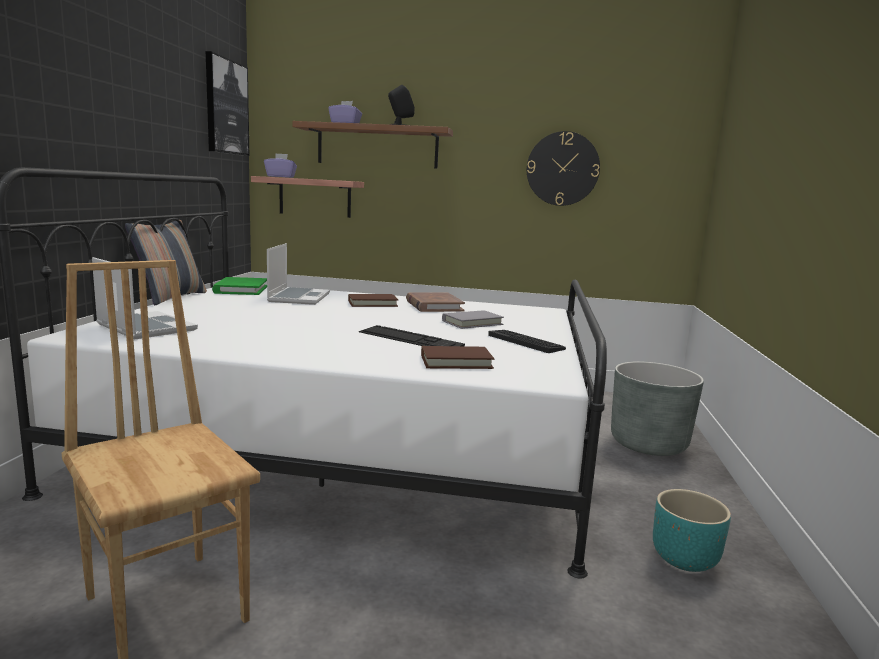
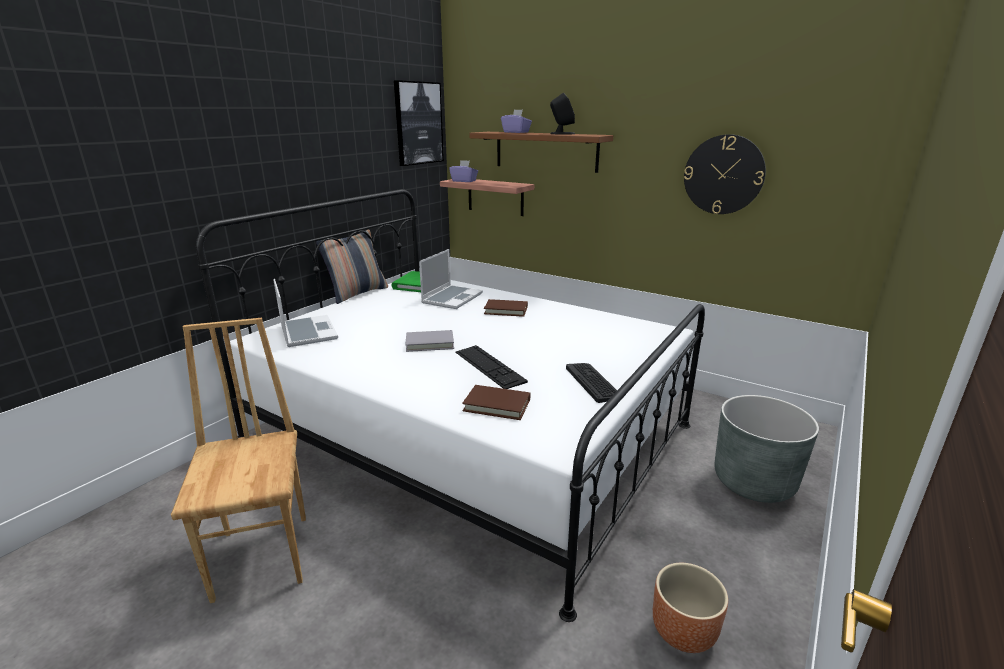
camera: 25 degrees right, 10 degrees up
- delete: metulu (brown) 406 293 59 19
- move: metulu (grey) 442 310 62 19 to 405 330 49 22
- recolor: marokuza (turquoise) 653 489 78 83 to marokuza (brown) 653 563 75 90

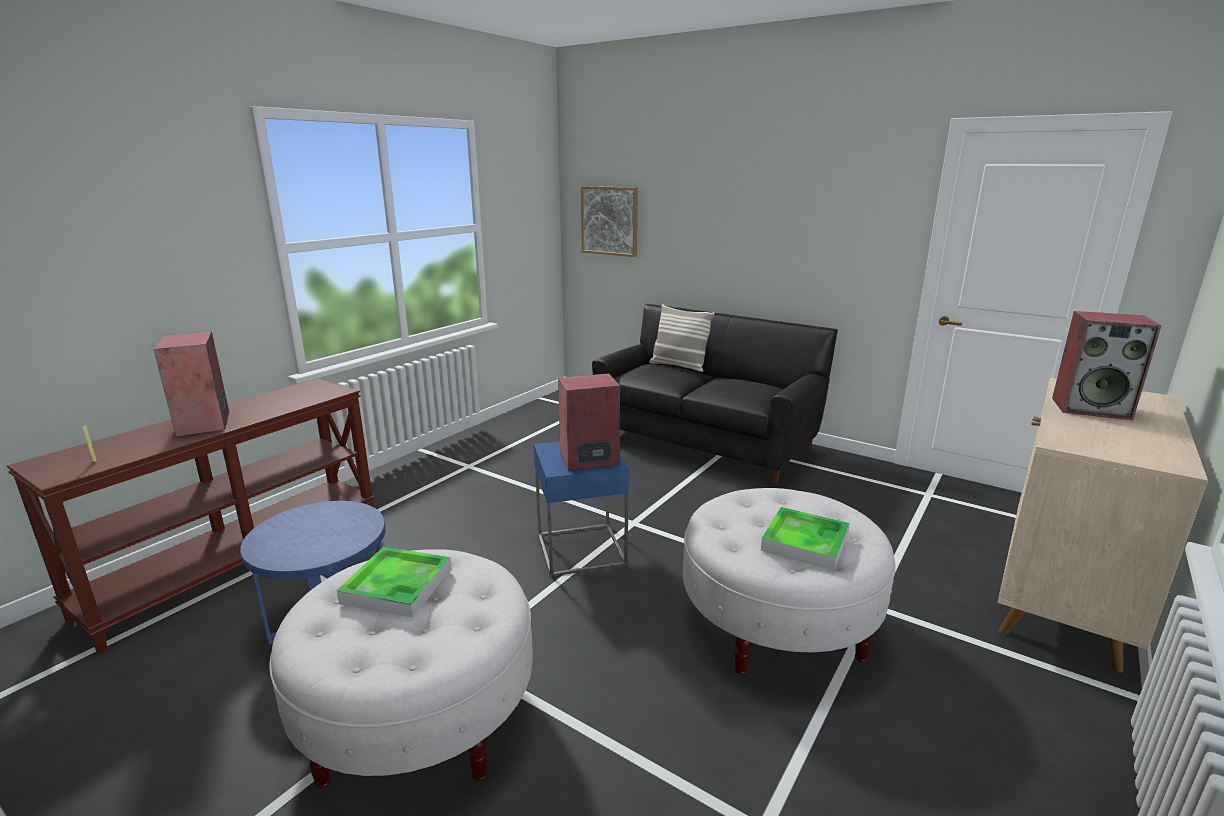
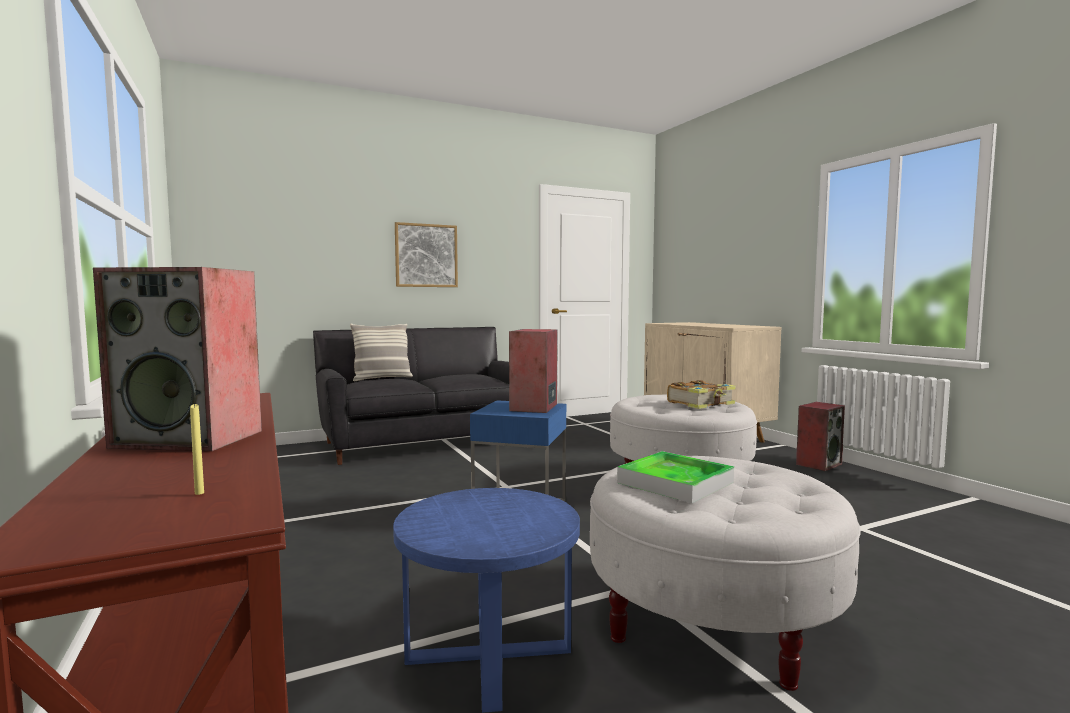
camera: 60 degrees left, 15 degrees down
- move: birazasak 581 186 57 71 to 395 222 63 65
- replace: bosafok 761 507 89 63 to metulu 667 380 69 29
- move: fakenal 1052 311 110 109 to 796 402 49 69

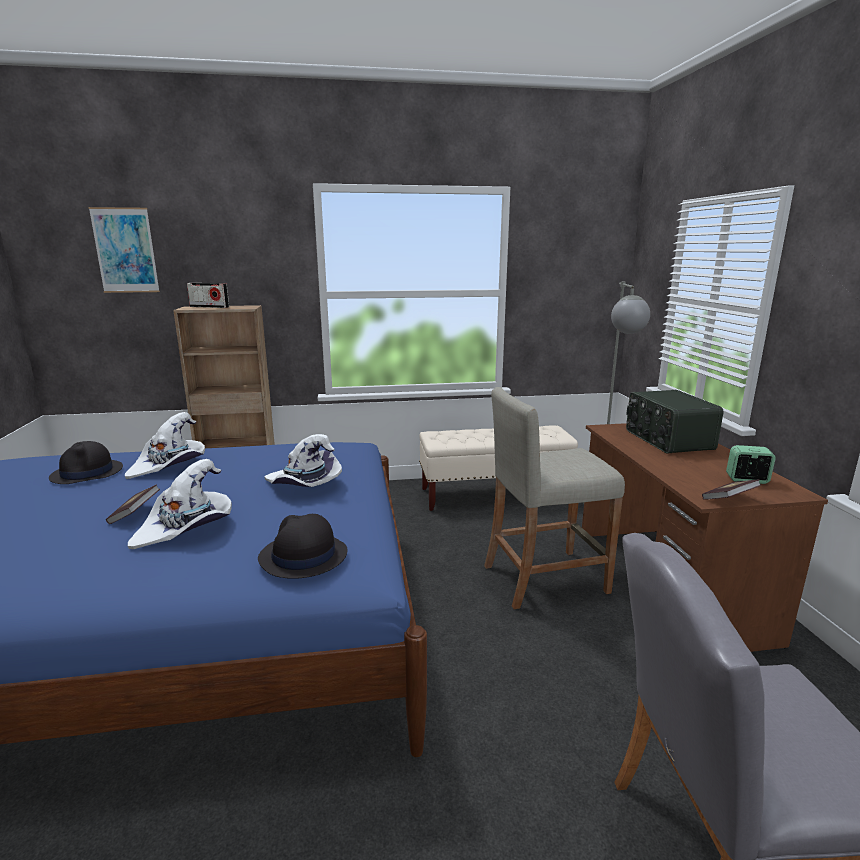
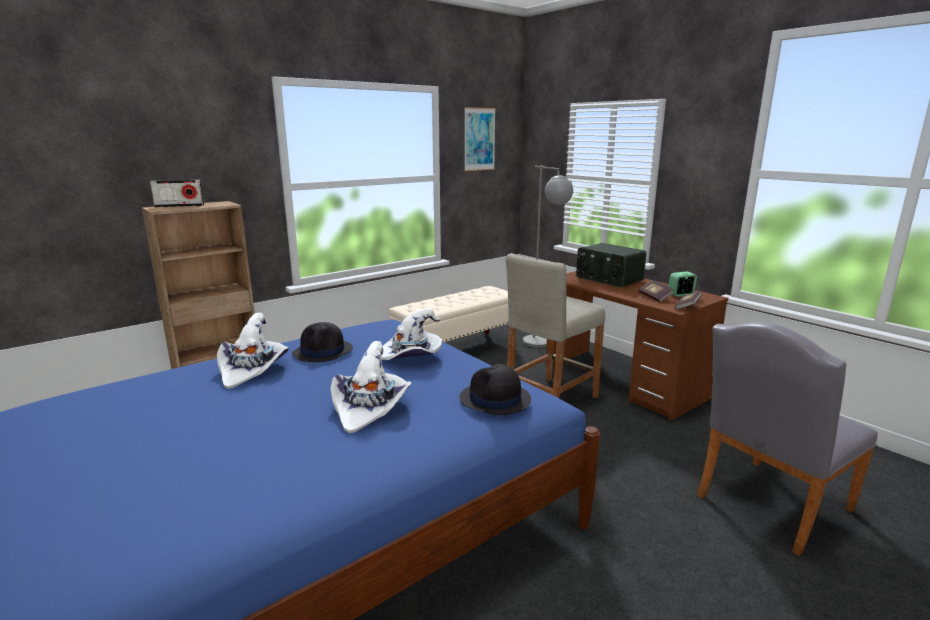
camera: 30 degrees left, 0 degrees up
- move: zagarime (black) 49 441 74 43 to 292 322 61 40
- move: birazasak 89 207 71 86 to 464 107 32 64
- move: metulu 106 484 54 40 to 639 280 35 22

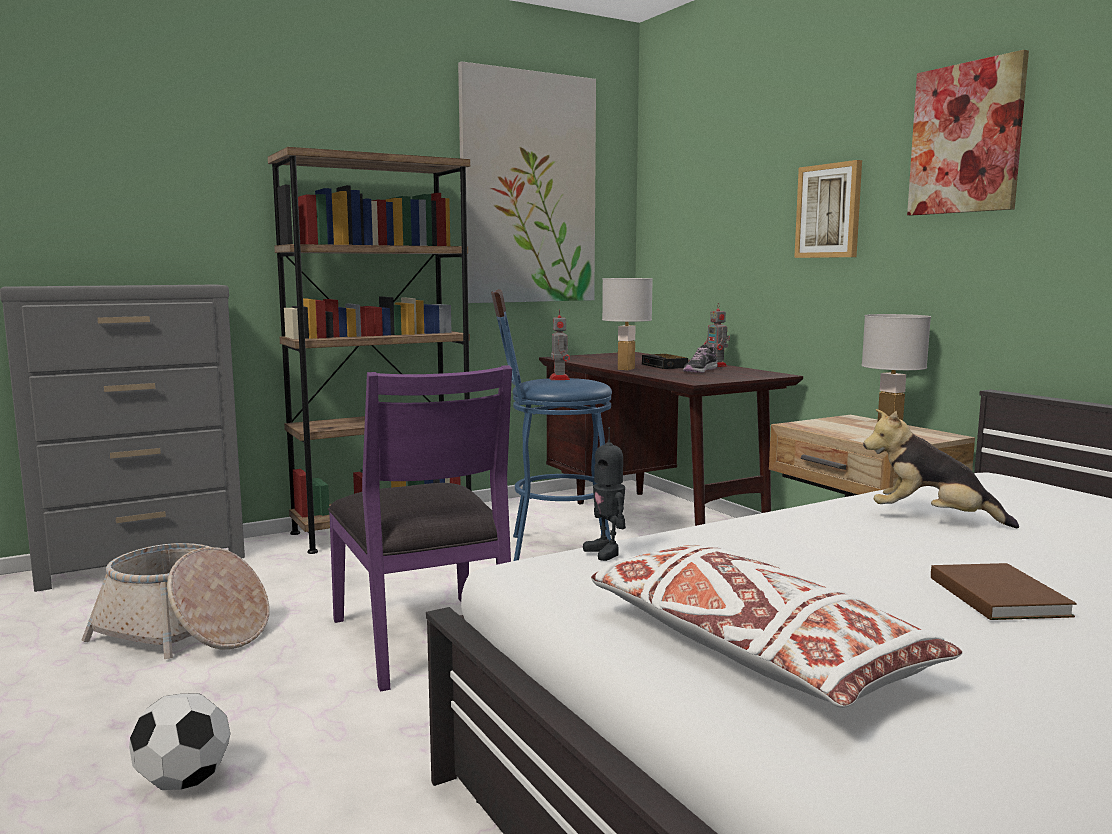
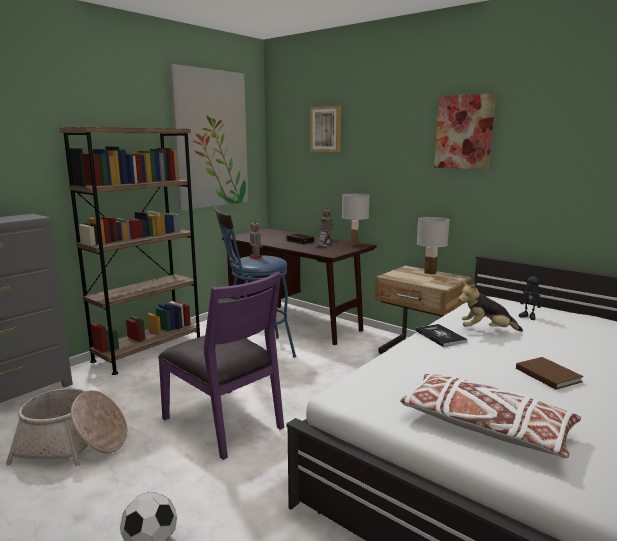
camera: 20 degrees left, 5 degrees up
- move: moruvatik 583 427 43 134 to 519 270 22 50
- move: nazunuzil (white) 602 278 51 92 to 342 194 28 51
- move: birazasak 794 160 68 98 to 310 106 31 46
- insert: metulu 415 324 53 23

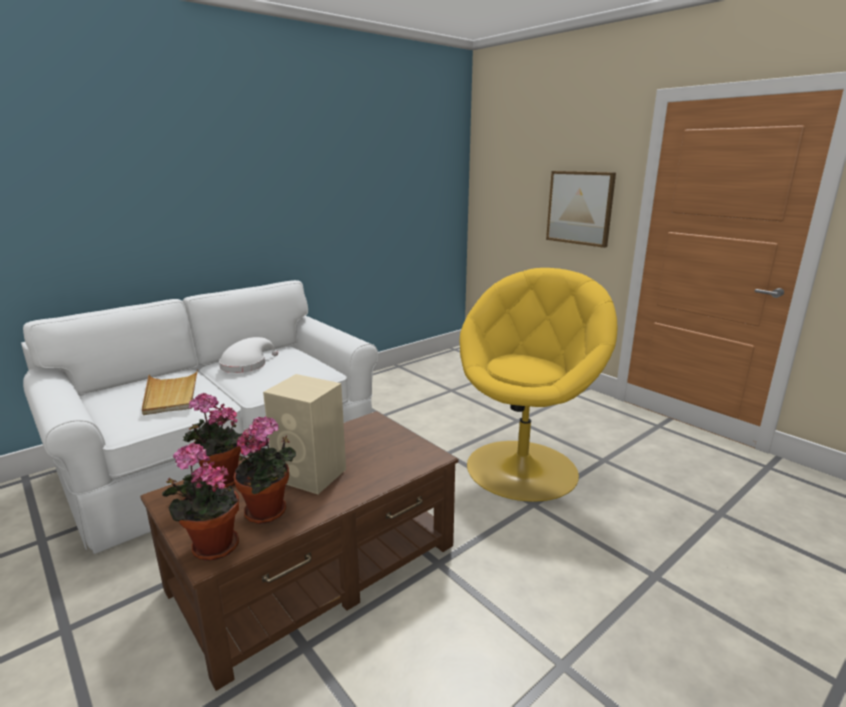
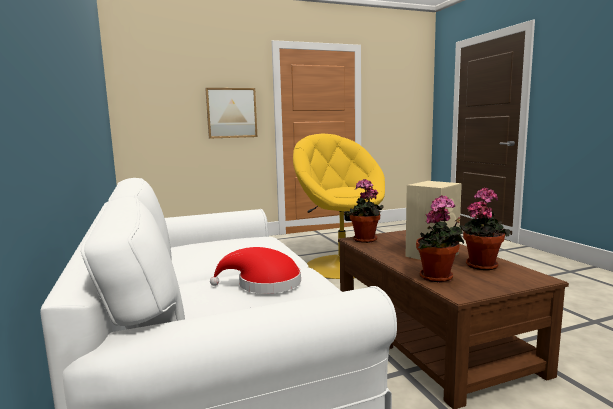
camera: 70 degrees left, 10 degrees down
- replace: bosafok (beige) 142 369 56 46 to zagarime (red) 210 247 91 46
- move: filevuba 162 443 77 118 to 345 179 39 64
- delete: zagarime (white) 219 337 59 36

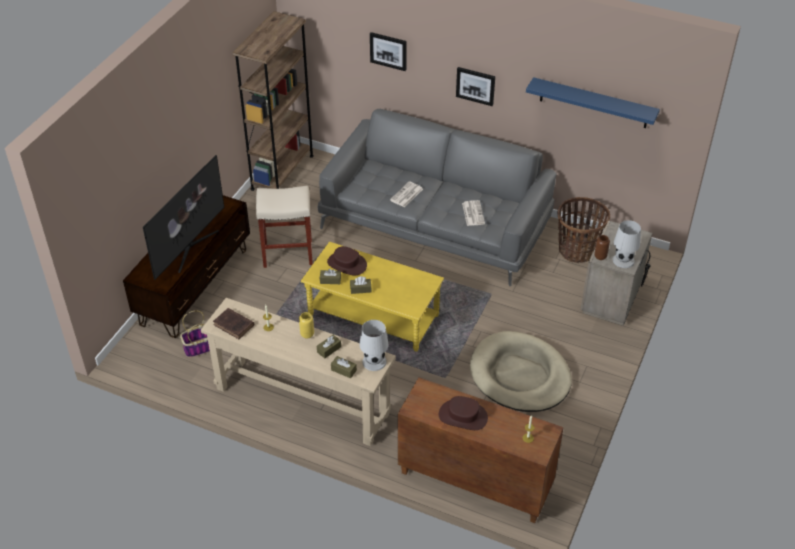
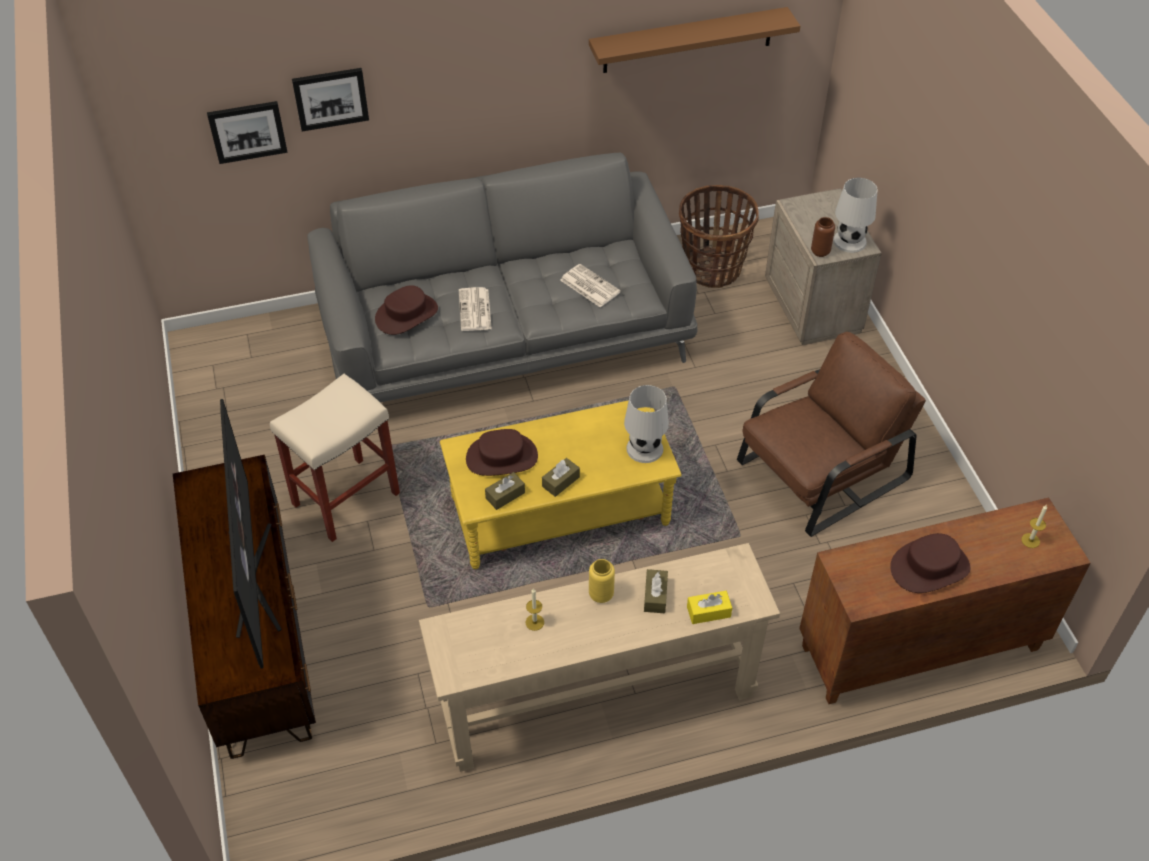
camera: 40 degrees left, 5 degrees up
- delete: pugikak 180 310 30 48
- delete: metulu (brown) 213 308 41 31
- delete: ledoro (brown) 233 11 81 180
- recolor: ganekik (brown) 331 356 26 22 to ganekik (yellow) 687 591 45 33
- move: nazunuzil (white) 360 320 28 51 to 624 385 45 78
- move: birazasak 456 67 39 39 to 207 101 81 63
- replace: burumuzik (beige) 470 331 102 81 to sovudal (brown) 737 332 189 205
- recolor: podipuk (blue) 526 77 134 51 to podipuk (brown) 589 7 211 66
- insert: zagarime (brown) 375 285 63 50

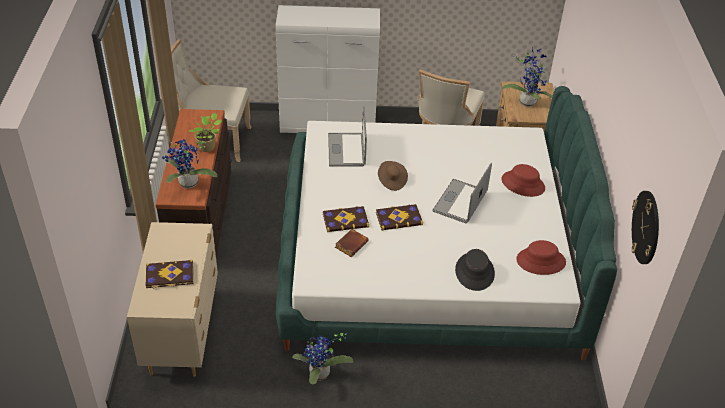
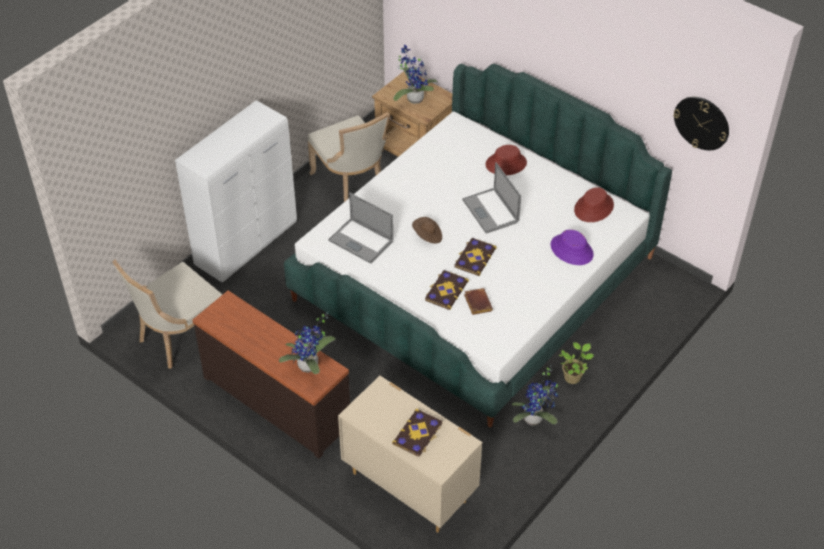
camera: 50 degrees left, 5 degrees up
- move: filevuba 189 112 33 40 to 559 342 35 42
- recolor: zagarime (black) 455 249 40 42 to zagarime (purple) 551 230 43 35

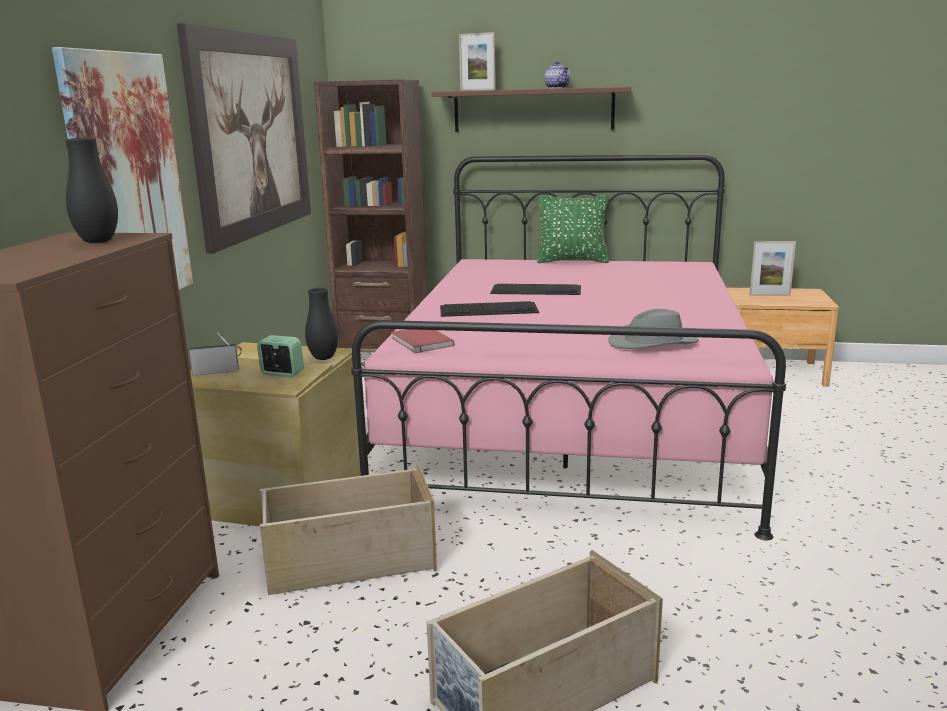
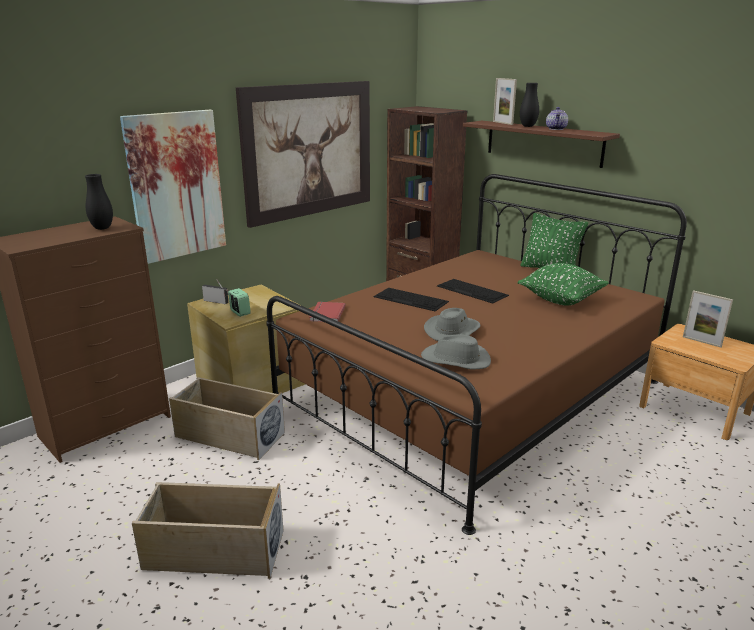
camera: 35 degrees right, 5 degrees up
- move: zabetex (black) 305 288 33 72 to 520 83 19 44
- recolor: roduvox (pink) 351 154 435 387 to roduvox (brown) 266 174 421 361
- insert: zagarime (grey) 424 308 56 33
- insert: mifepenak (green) 518 263 91 43

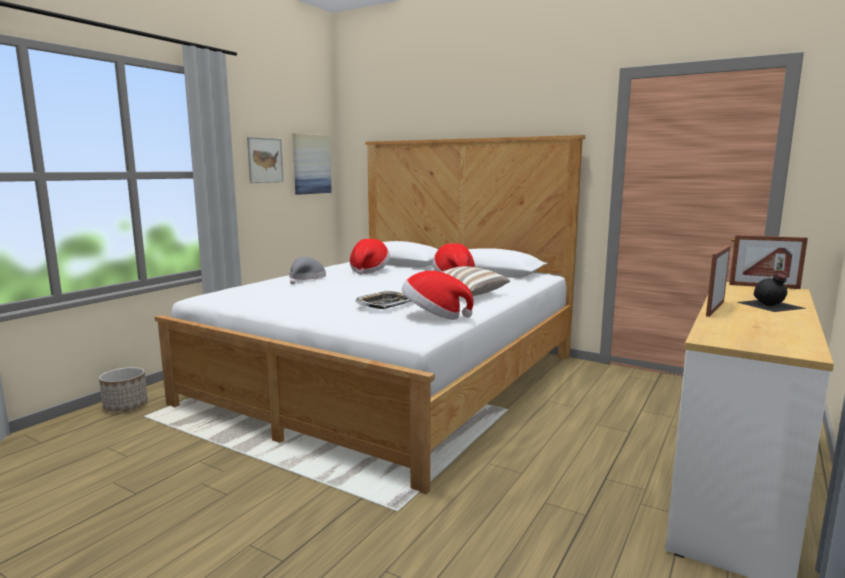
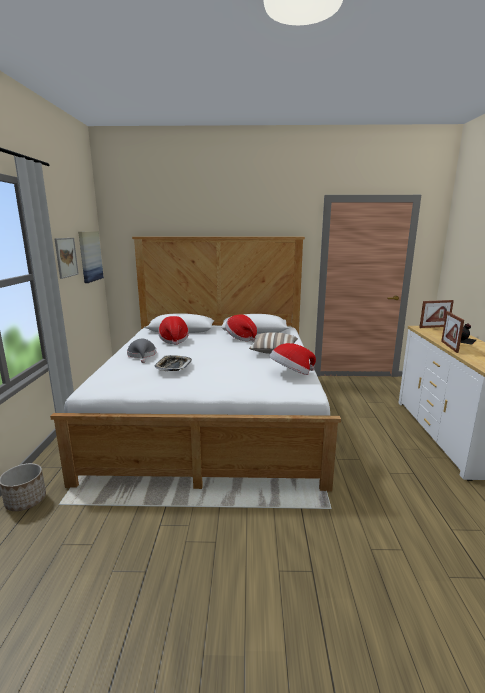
camera: 30 degrees left, 5 degrees up
- move: bosafok 356 291 55 18 to 155 355 37 16

